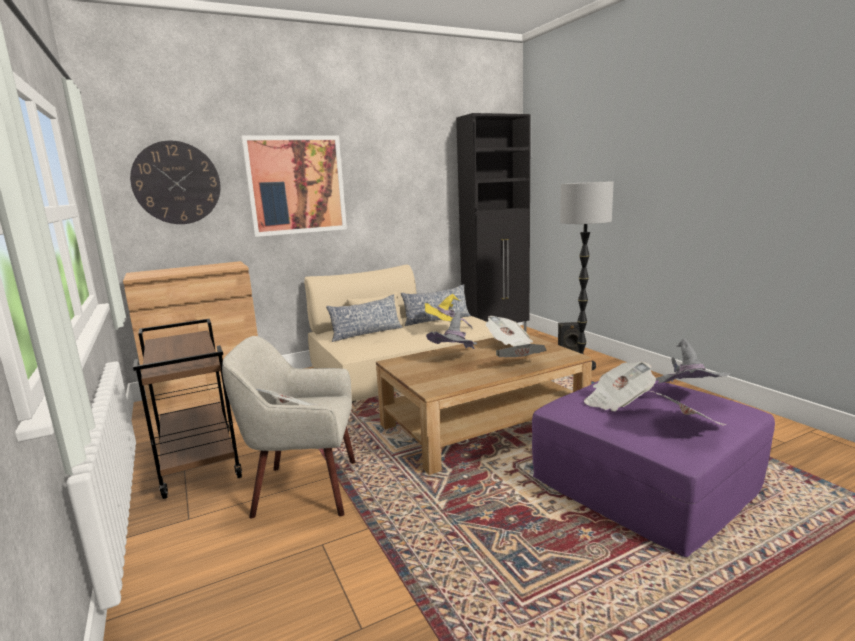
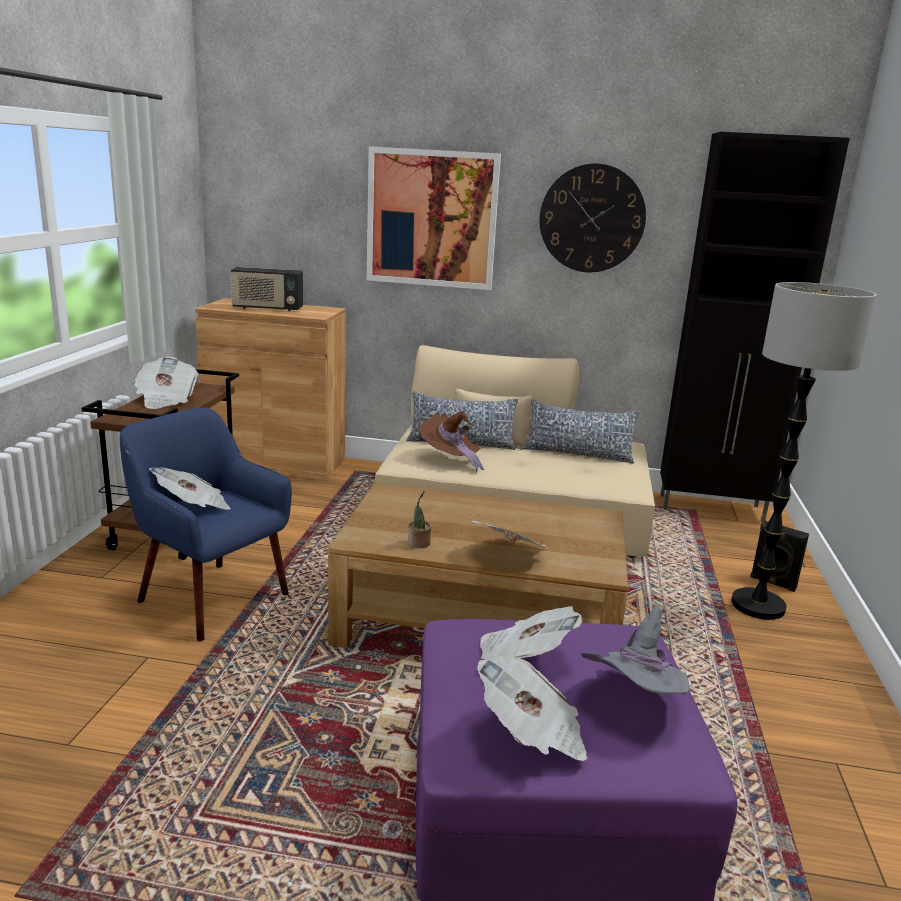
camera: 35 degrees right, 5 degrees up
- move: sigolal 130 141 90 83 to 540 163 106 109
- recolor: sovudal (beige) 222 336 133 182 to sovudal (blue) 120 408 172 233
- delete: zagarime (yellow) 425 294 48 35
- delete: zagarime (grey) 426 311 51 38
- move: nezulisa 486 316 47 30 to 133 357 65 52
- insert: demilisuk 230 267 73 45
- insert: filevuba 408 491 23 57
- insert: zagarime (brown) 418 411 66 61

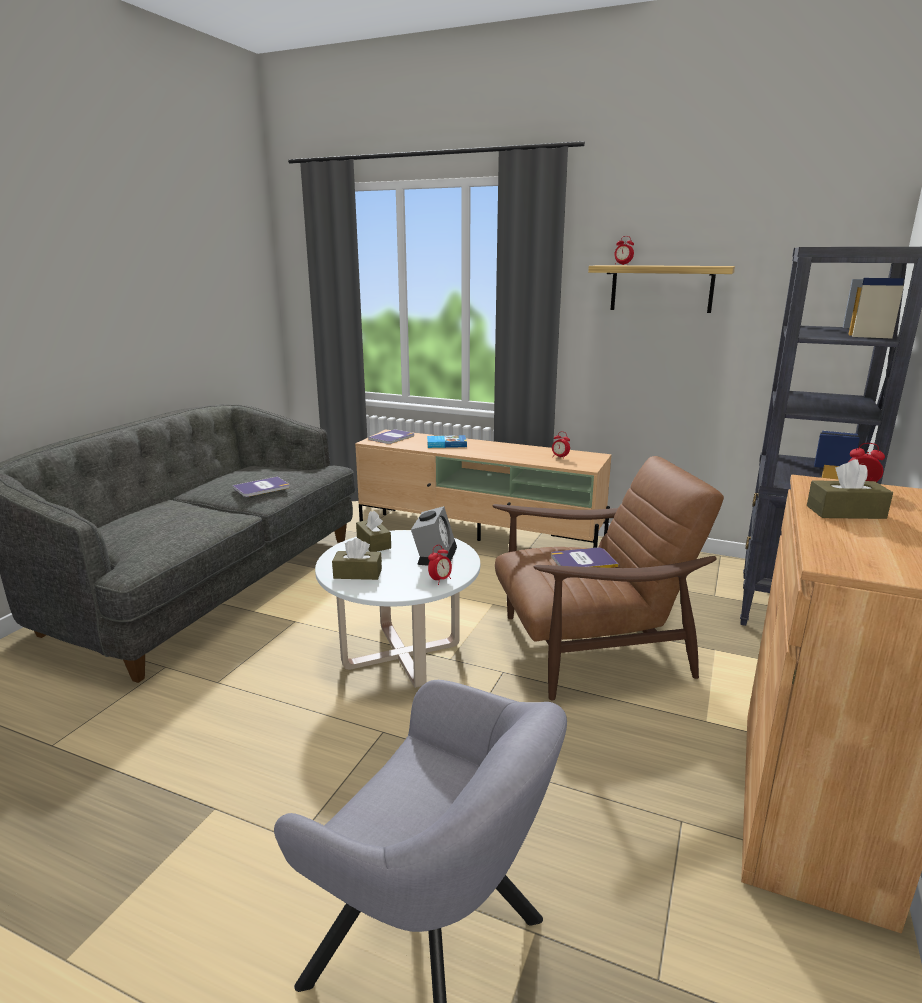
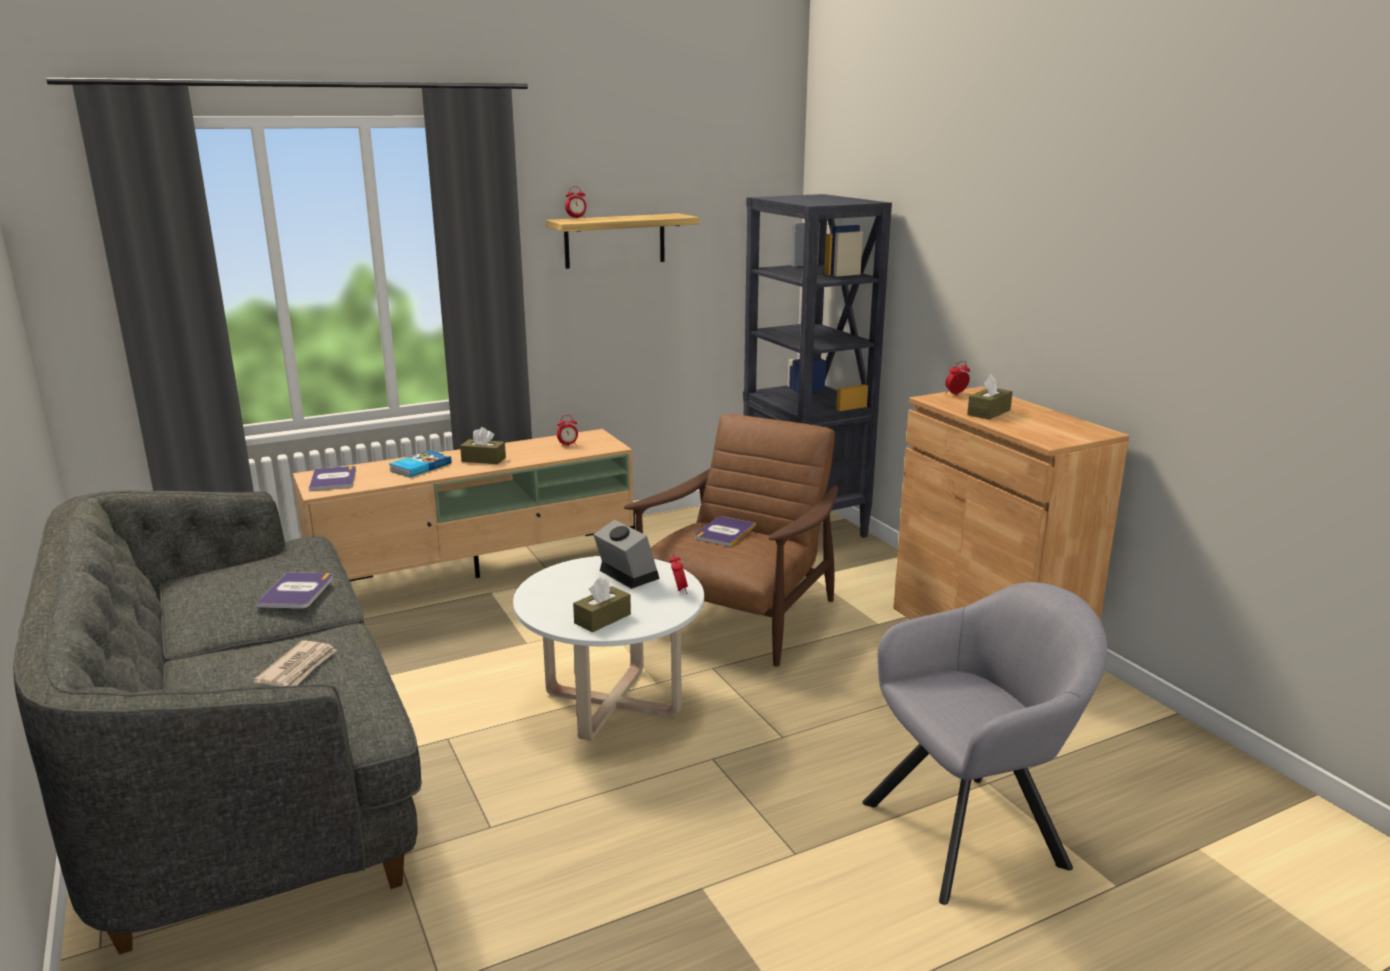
camera: 50 degrees left, 0 degrees up
- move: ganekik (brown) 356 511 35 41 to 460 427 46 37
- insert: nezulisa 253 640 84 46

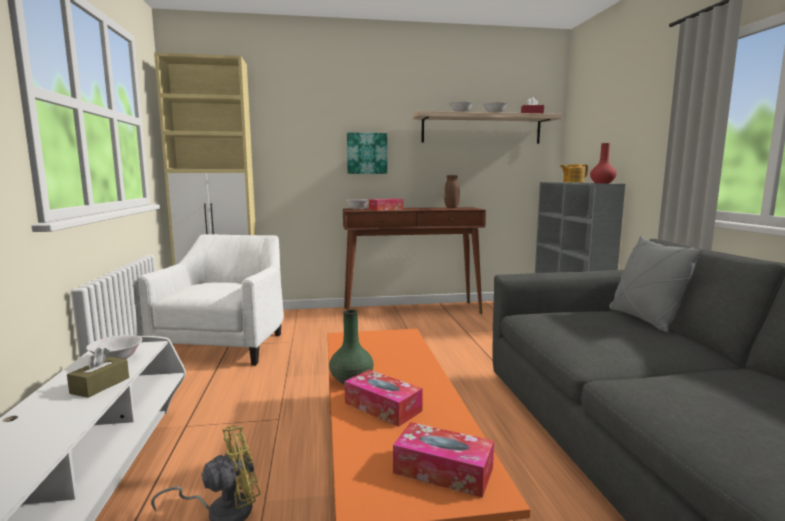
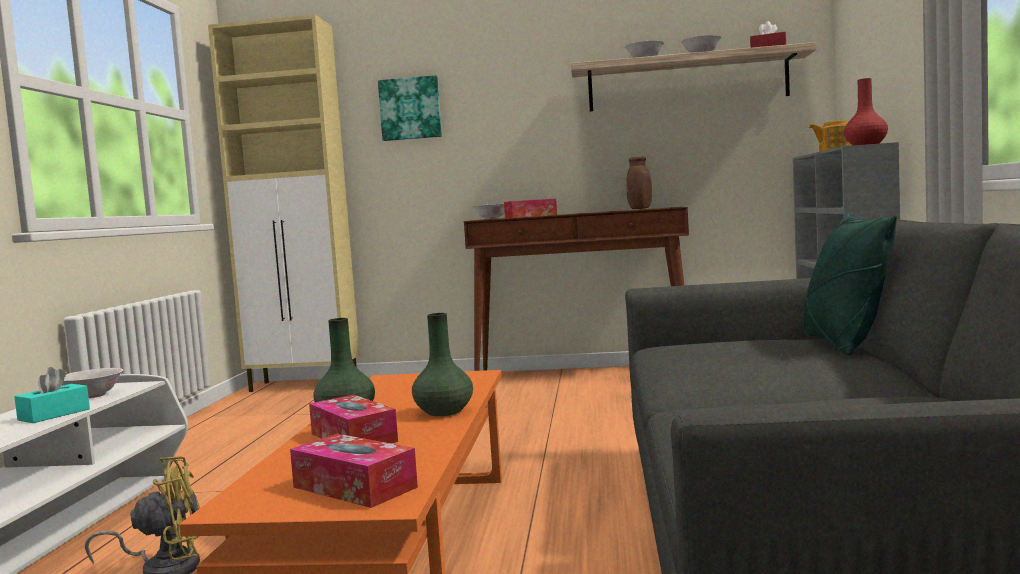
camera: 15 degrees right, 5 degrees down
- recolor: ganekik (brown) 67 348 62 50 to ganekik (turquoise) 15 367 75 56
- delete: sovudal (white) 138 234 146 132
- move: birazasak 347 132 40 42 to 378 75 64 66
- recolor: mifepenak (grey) 609 236 94 96 to mifepenak (green) 804 212 93 144
- insert: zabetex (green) 412 313 61 103

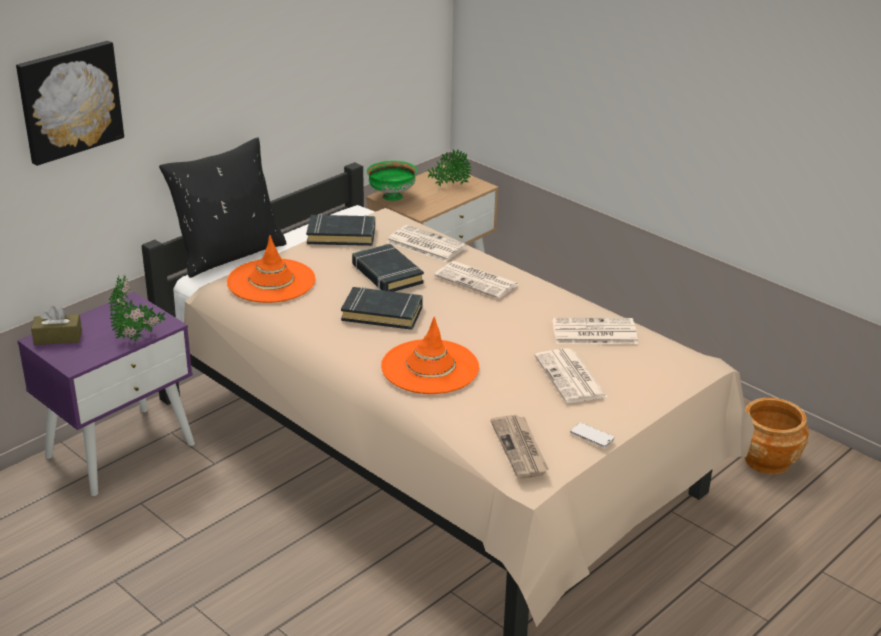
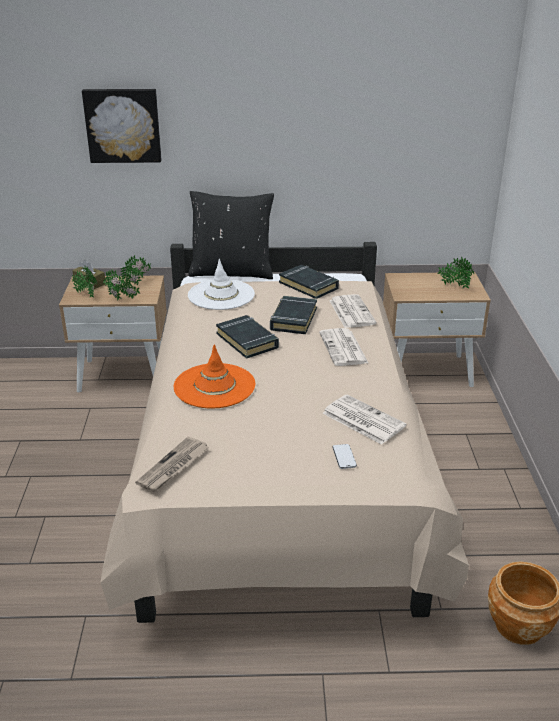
camera: 45 degrees right, 0 degrees up
- recolor: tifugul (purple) 17 292 178 204 to tifugul (beige) 59 275 108 117
- recolor: zagarime (orange) 227 235 88 68 to zagarime (white) 188 259 67 51
- delete: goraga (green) 366 161 51 40
- delete: nezulisa 535 348 73 55
- move: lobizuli 570 423 44 24 to 332 444 25 25
- insert: filevuba 72 266 26 32

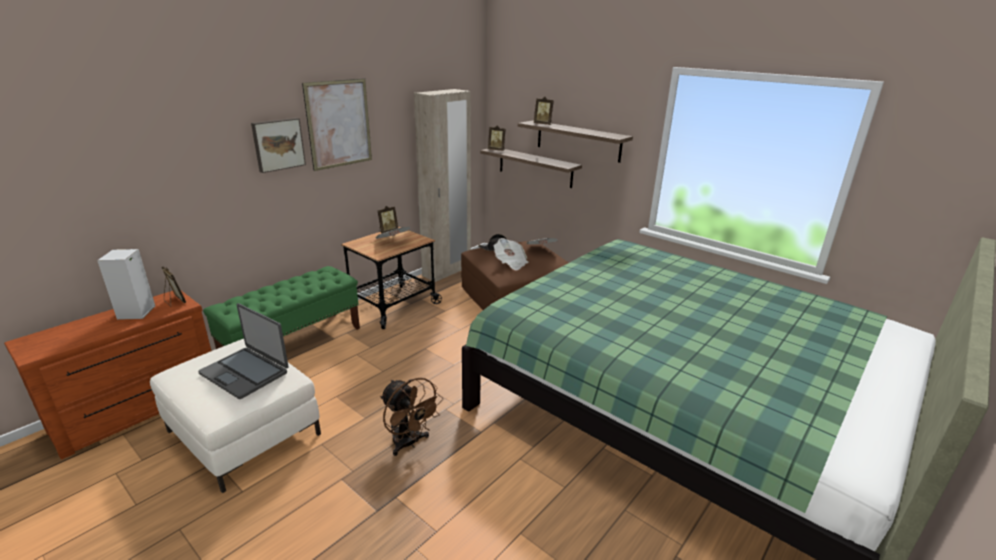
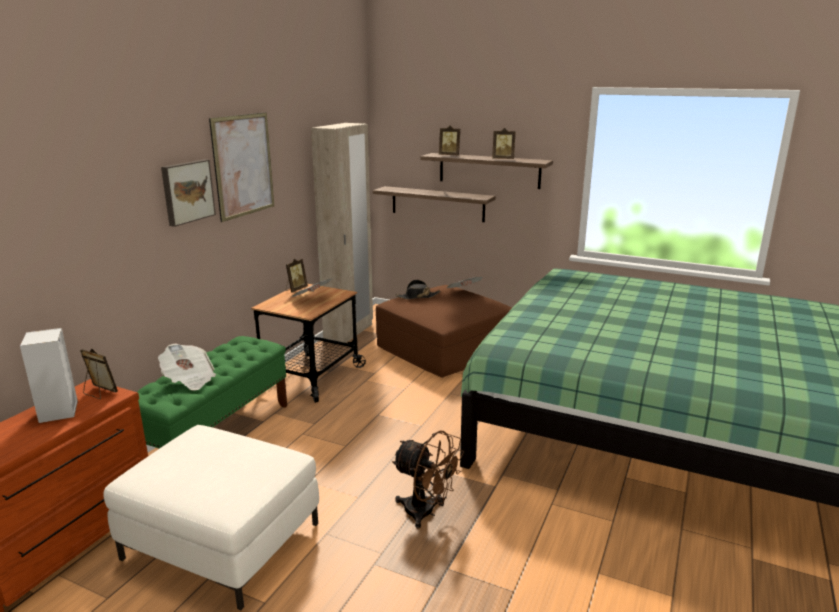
camera: 15 degrees left, 5 degrees down
- delete: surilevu 198 303 91 96
- move: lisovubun 488 125 18 26 to 492 128 24 31
- move: nezulisa 493 238 36 33 to 158 344 58 47

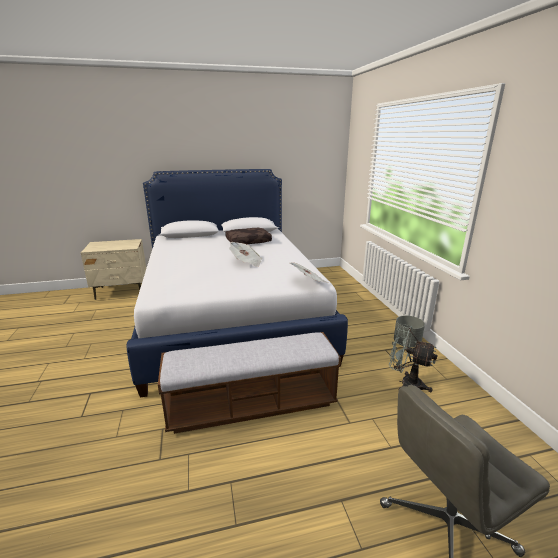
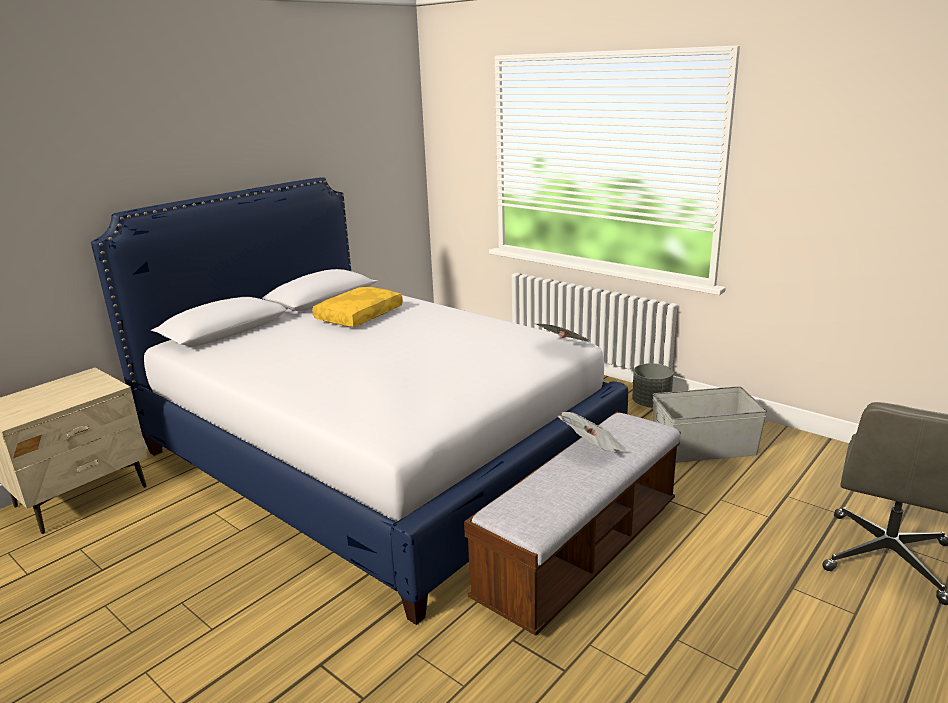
camera: 35 degrees left, 0 degrees up
- recolor: mifepenak (brown) 225 228 47 16 to mifepenak (yellow) 312 287 91 40
- move: nezulisa 229 242 33 25 to 558 412 72 40
- replace: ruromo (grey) 389 323 49 69 to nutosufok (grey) 653 386 114 77

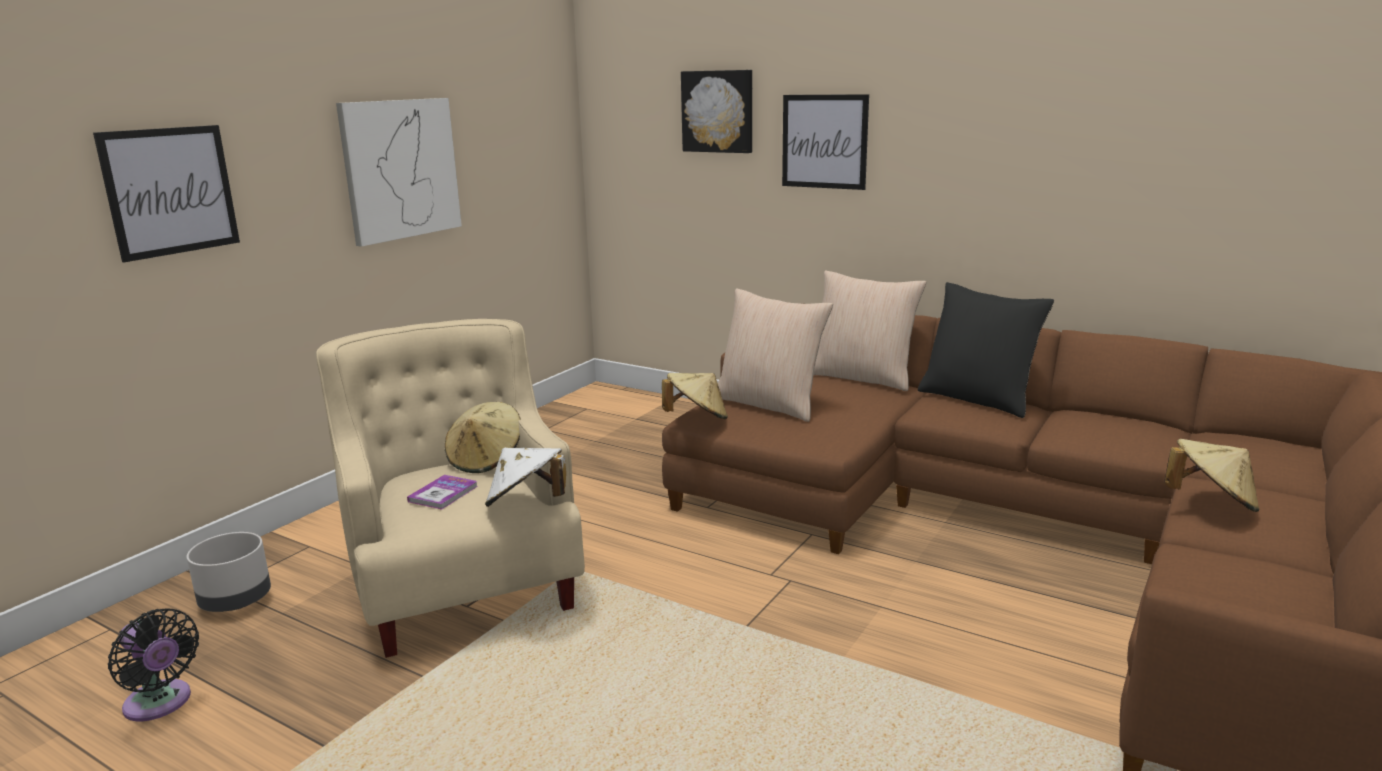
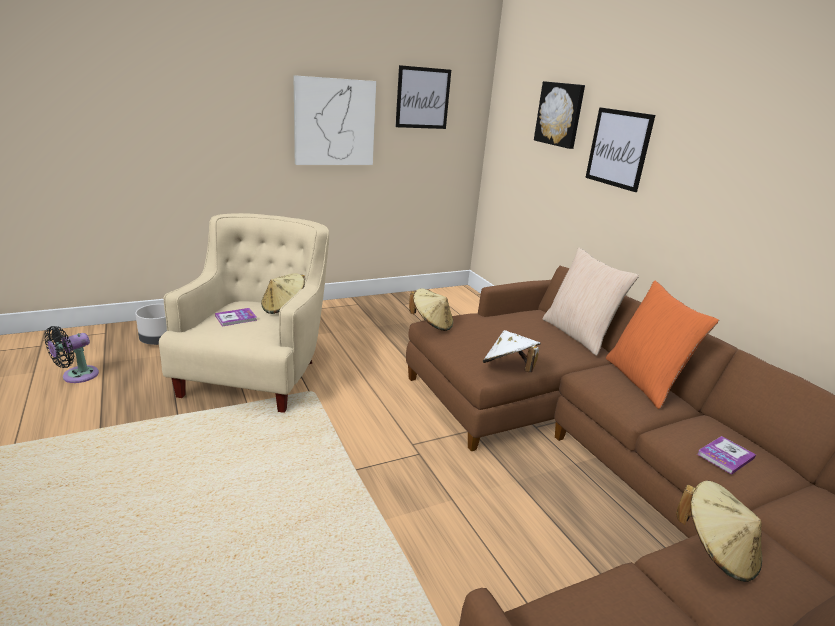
camera: 30 degrees right, 5 degrees up
- move: birazasak 93 125 147 137 to 396 65 55 64
- rotate: ruromo (black) 108 608 91 113 = 44 326 55 57 60 degrees clockwise
- move: zagarime (white) 485 448 81 59 to 483 330 58 42
- delete: mifepenak (beige) 718 288 115 134
- recolor: mifepenak (black) 918 282 136 136 to mifepenak (orange) 606 281 113 128
- insert: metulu 697 436 59 39

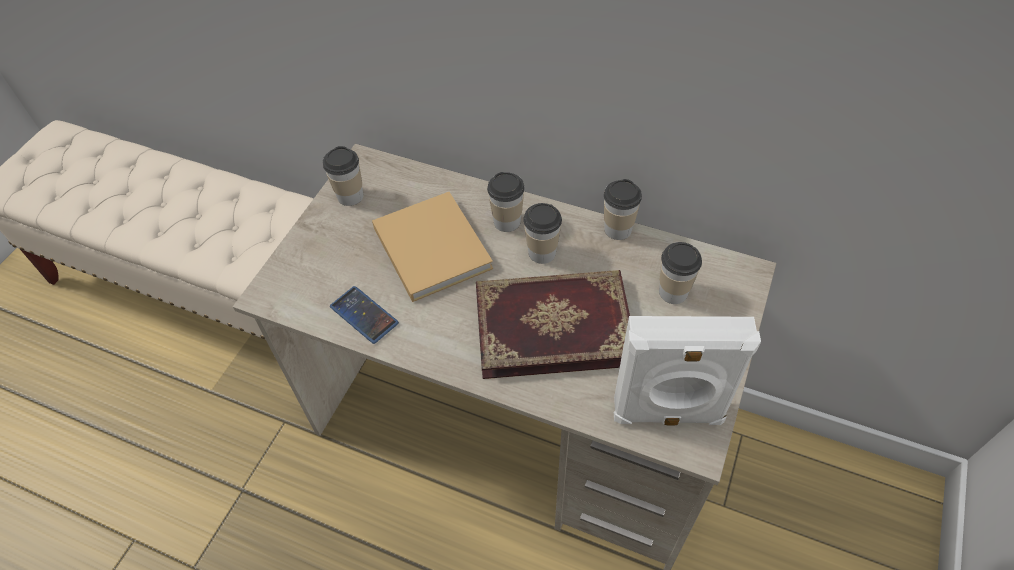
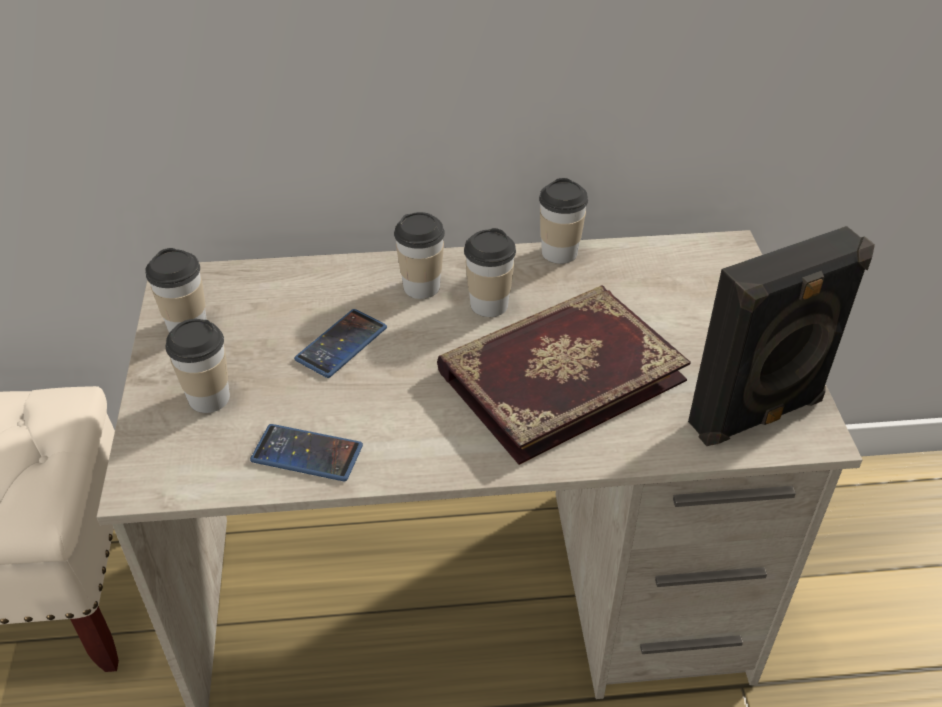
camera: 30 degrees left, 10 degrees down
- replace: metulu (beige) 372 192 121 110 to lobizuli 294 309 93 69
- recolor: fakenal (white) 614 316 147 110 to fakenal (black) 688 226 187 220
- move: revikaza 659 242 43 62 to 165 319 65 94

